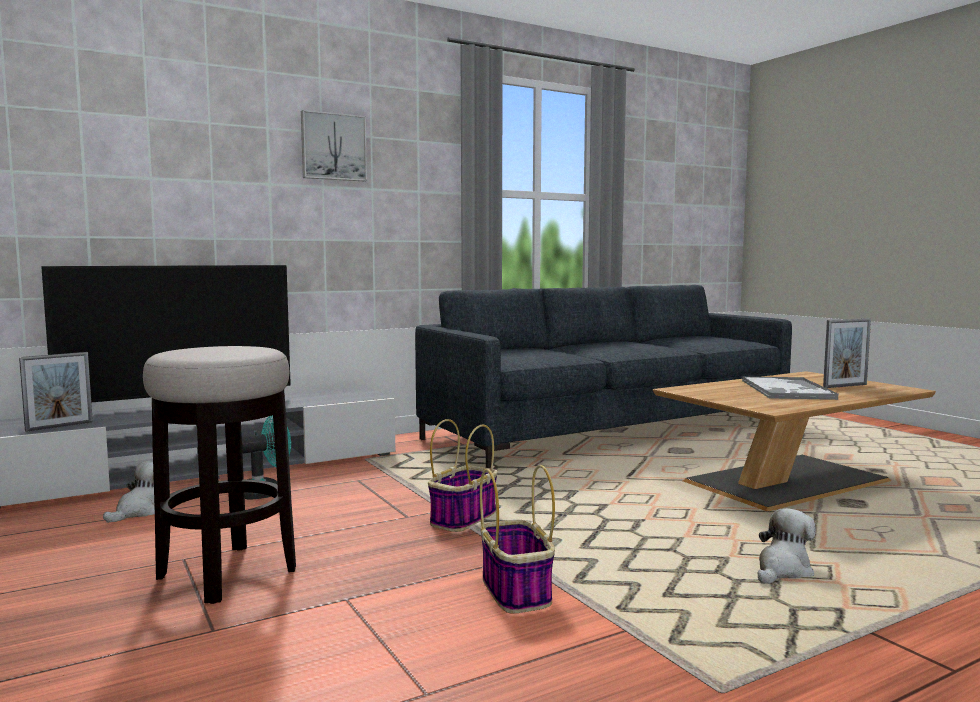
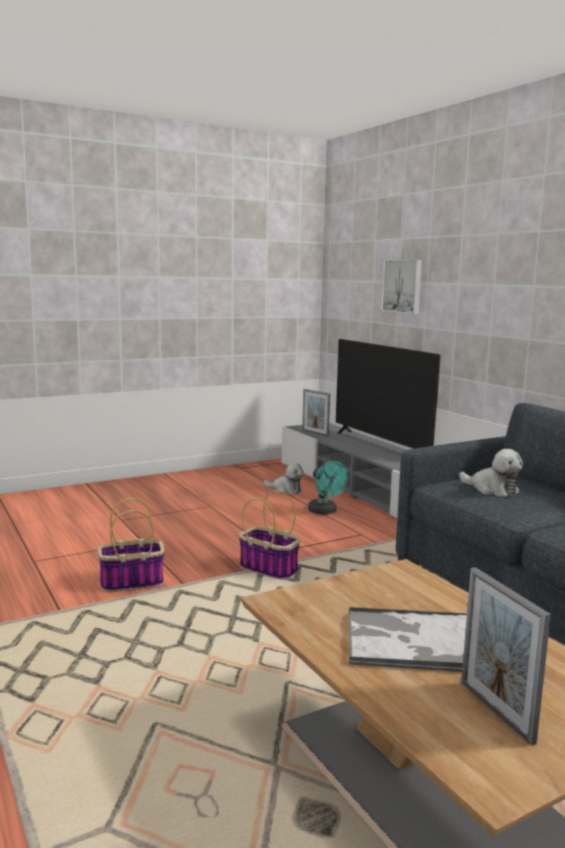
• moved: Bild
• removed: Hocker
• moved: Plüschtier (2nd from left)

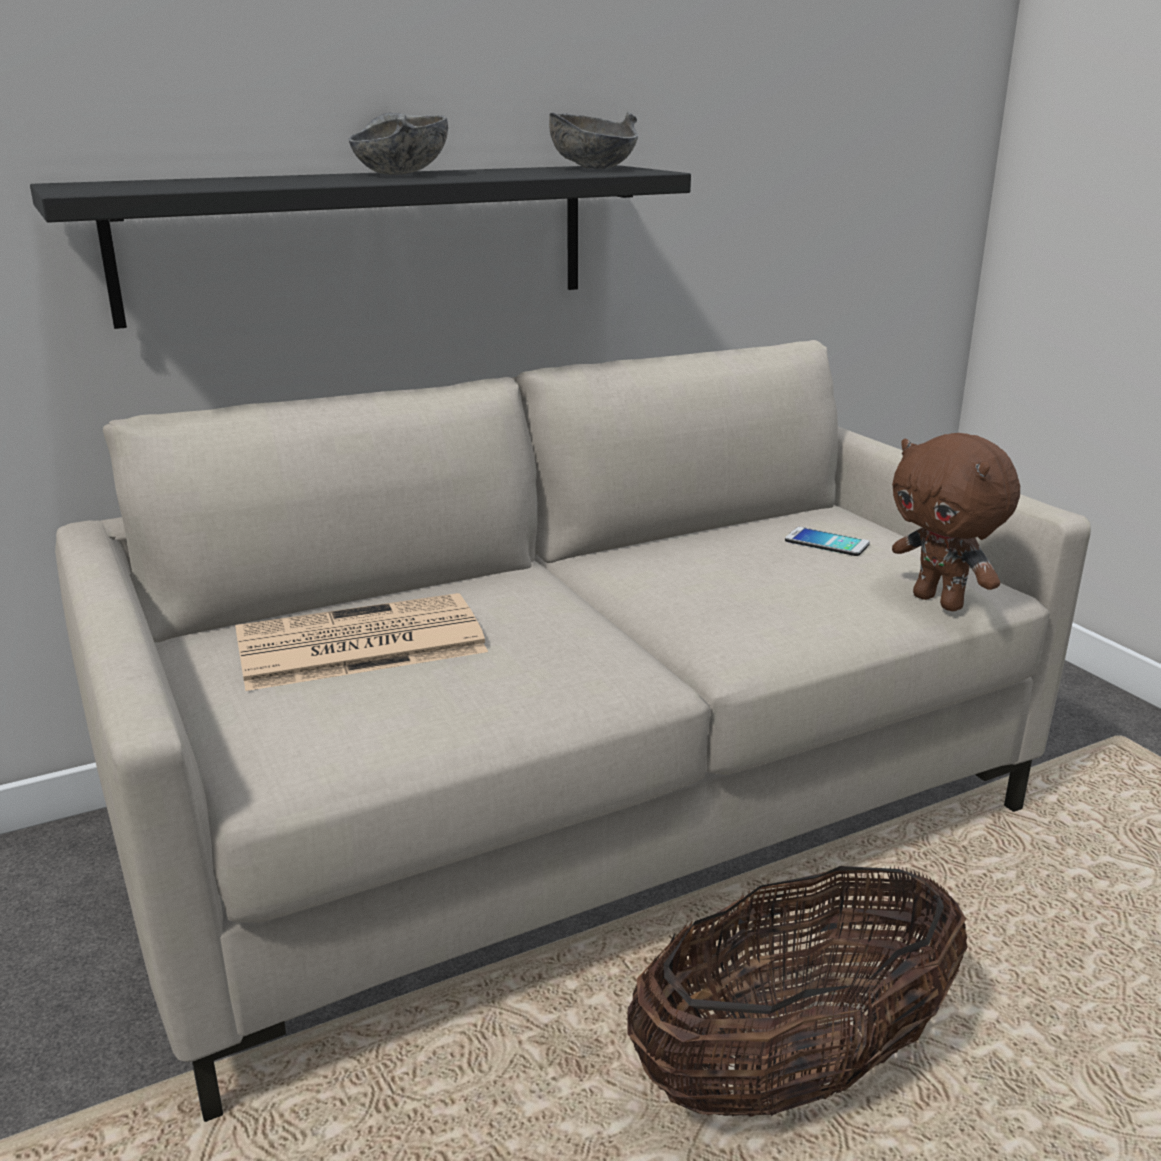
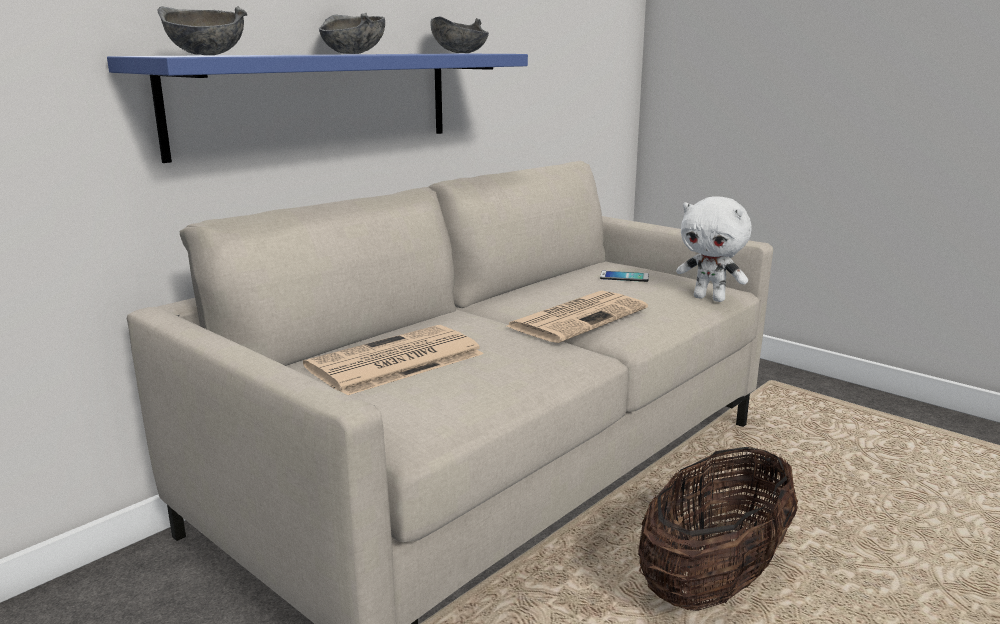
• recoloured: Wandregal [schwarz] to Wandregal [blau]
• recoloured: Plüschtier [braun] to Plüschtier [weiß]
• added: Schüssel [grau] (1st from left)
• added: Zeitung (2nd from left)

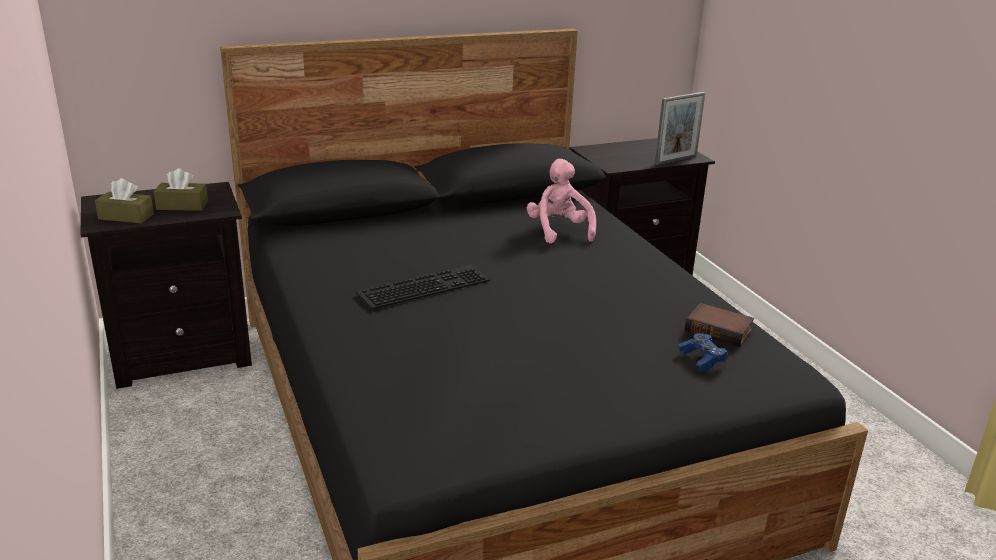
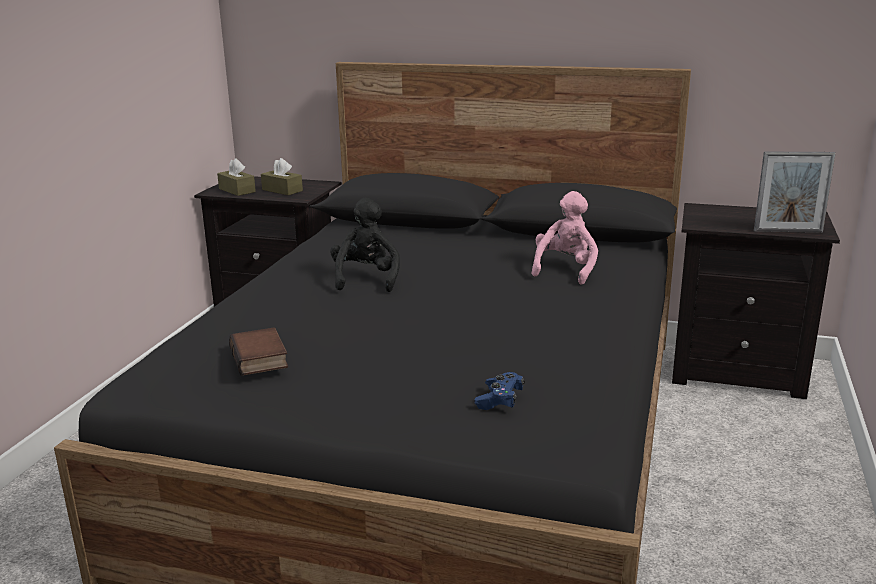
• replaced: Tastatur to Plüschtier [schwarz]
• moved: Buch

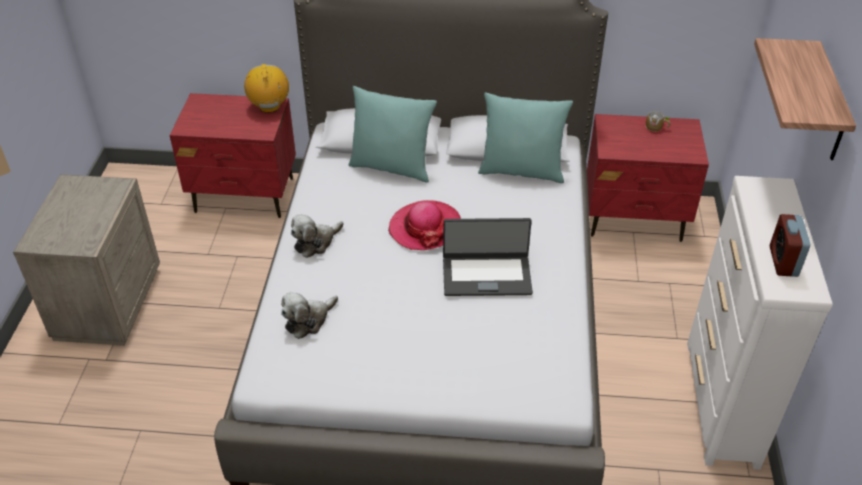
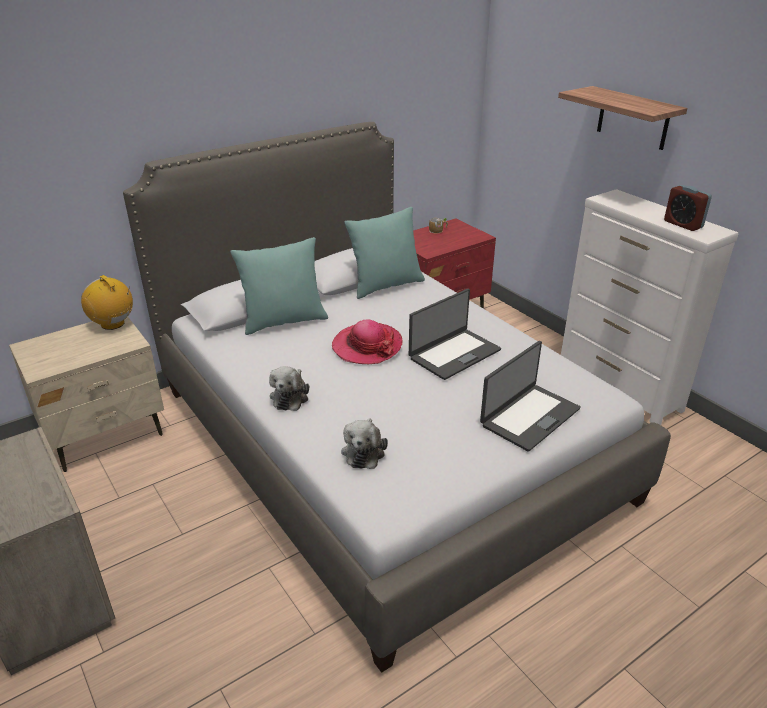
• recoloured: Nachttisch [rot] (1st from left) to Nachttisch [beige] (2nd from left)
• added: Laptop (2nd from left)

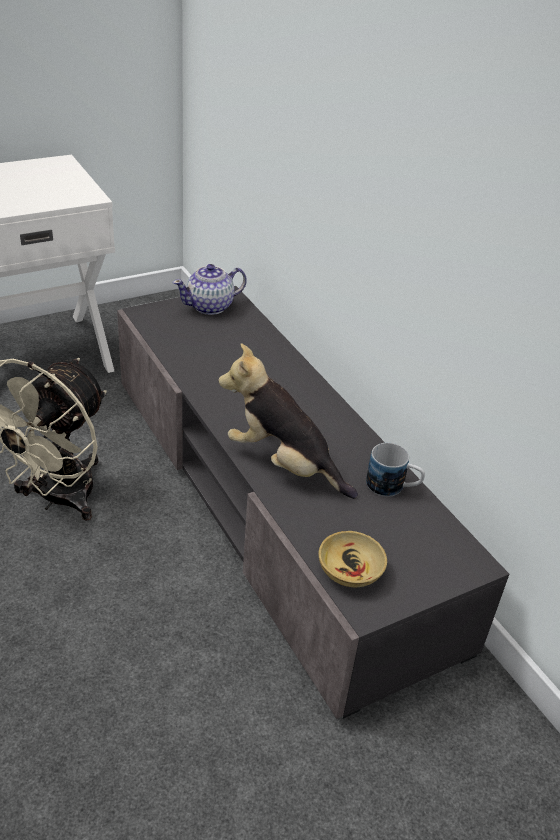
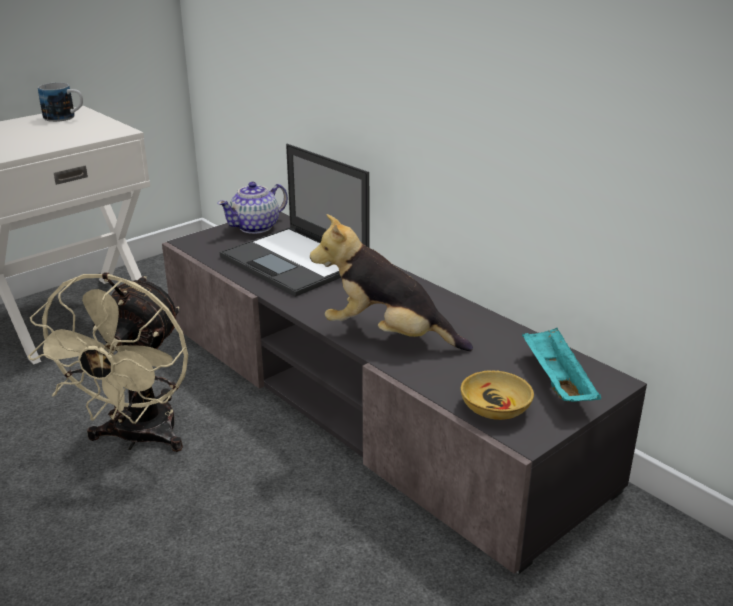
• moved: Henkelbecher
• added: Laptop
• added: Tablett [türkis]

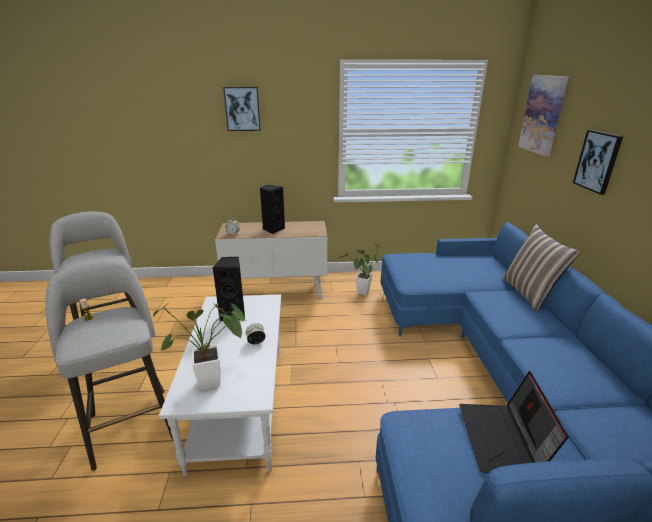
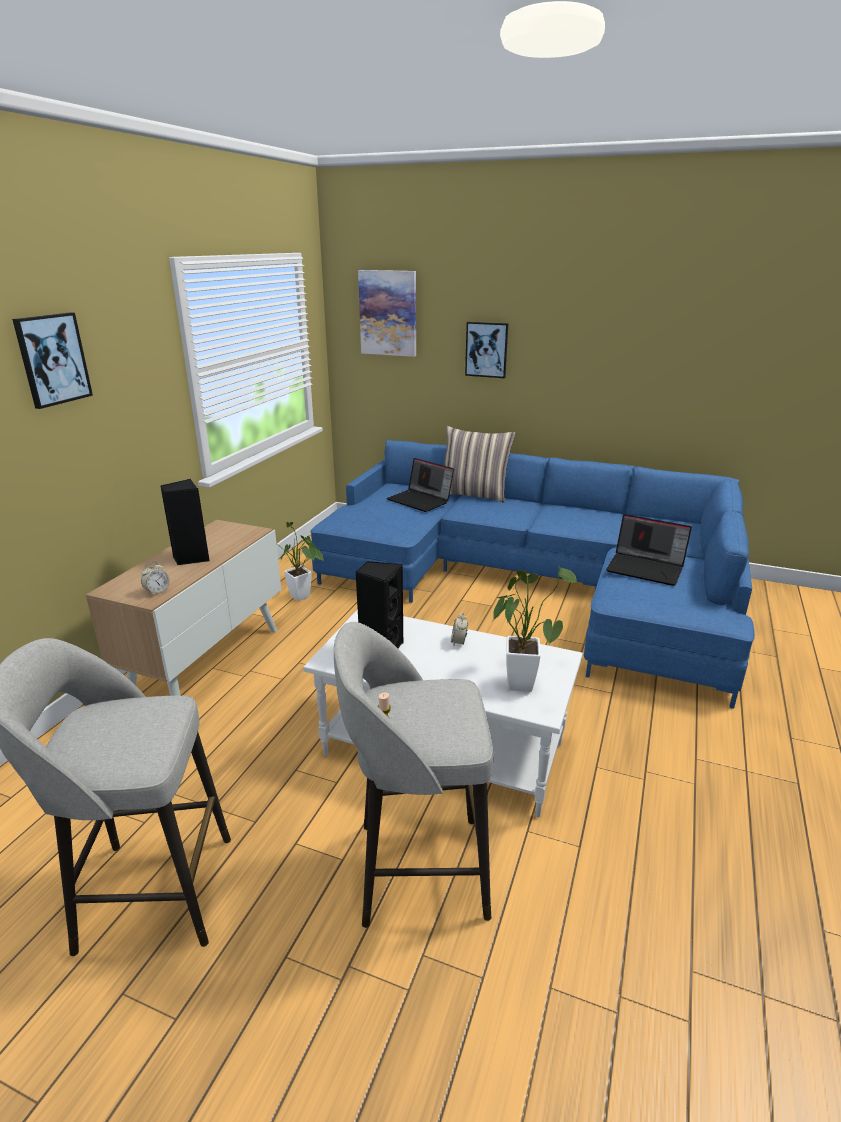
• added: Laptop (1st from left)

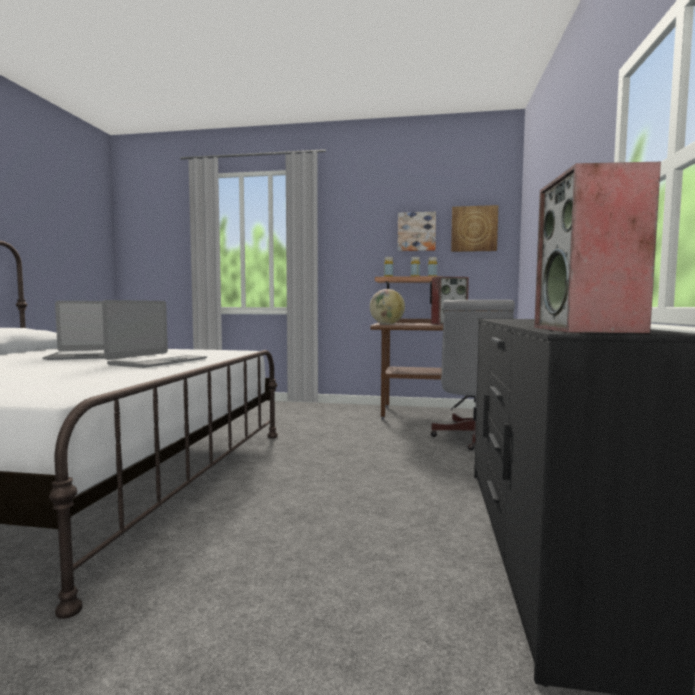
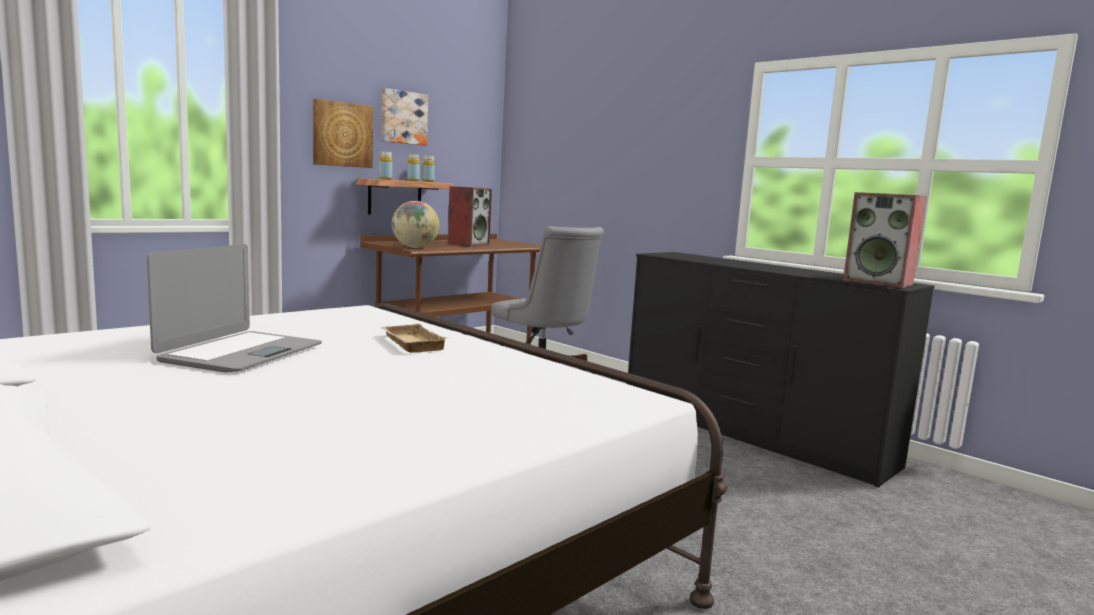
• moved: Bild (2nd from left in the first image) to Bild (1st from left)
• replaced: Laptop (2nd from left) to Tablett [beige]

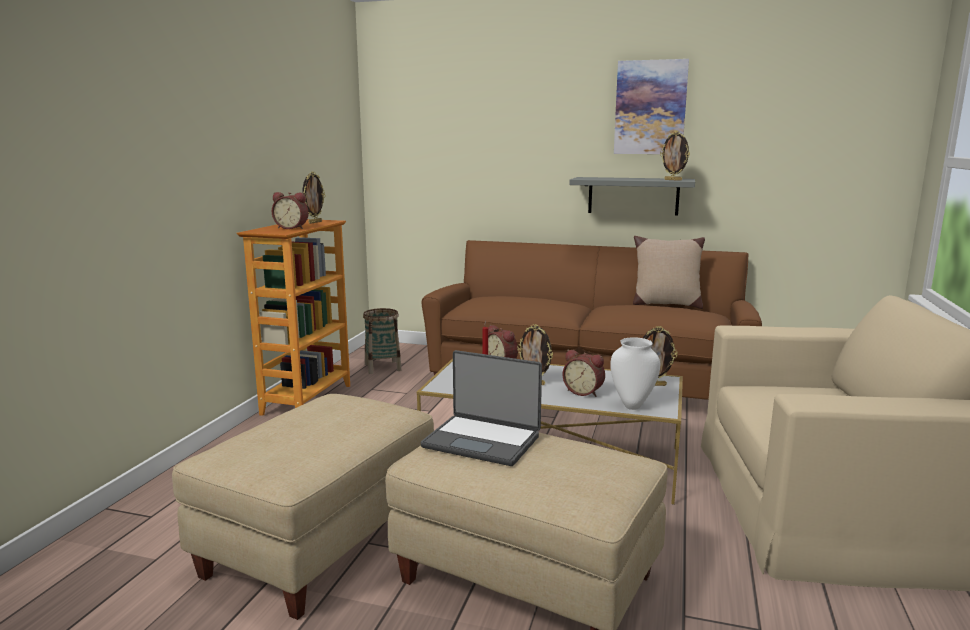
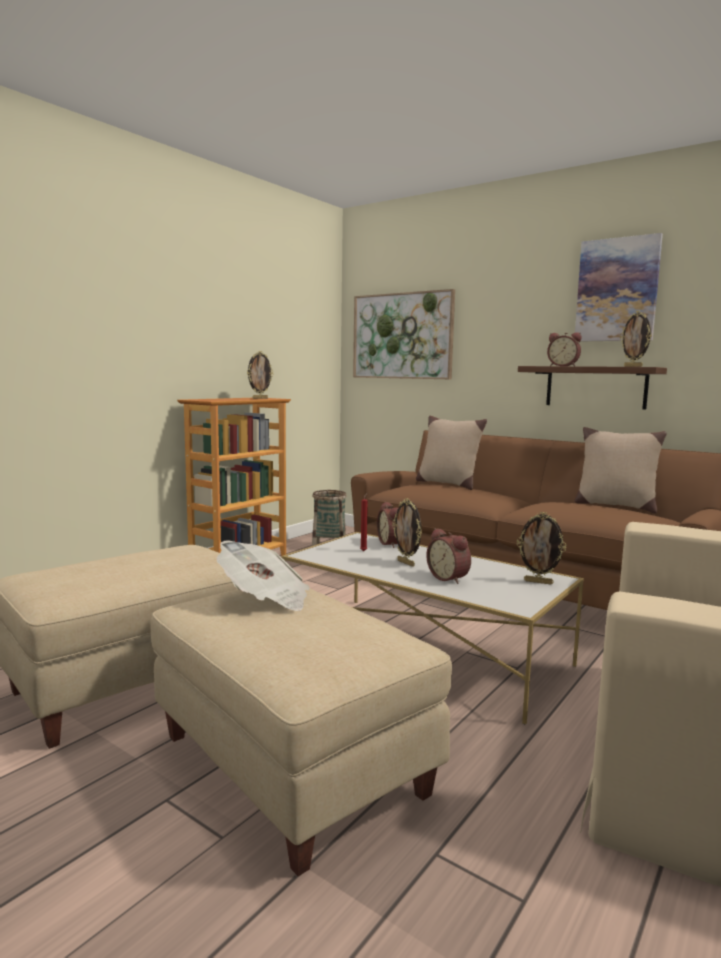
• recoloured: Wandregal [grau] to Wandregal [braun]
• moved: Wecker (1st from left in the first image) to Wecker (3rd from left)
• removed: Vase [weiß]
• replaced: Laptop to Zeitung
• added: Bild (1st from left)
• added: Kissen [beige] (1st from left)

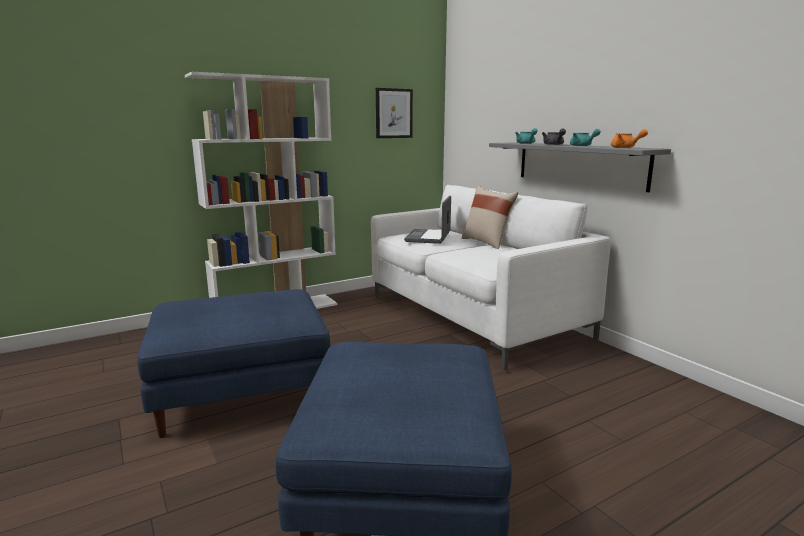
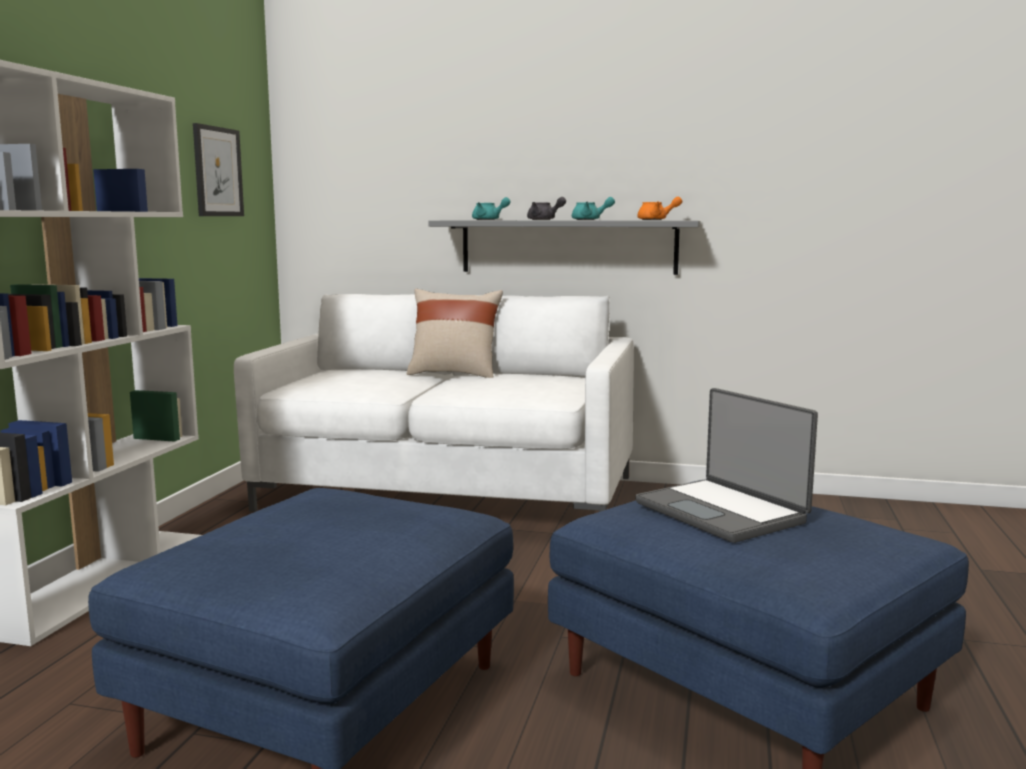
• moved: Laptop

